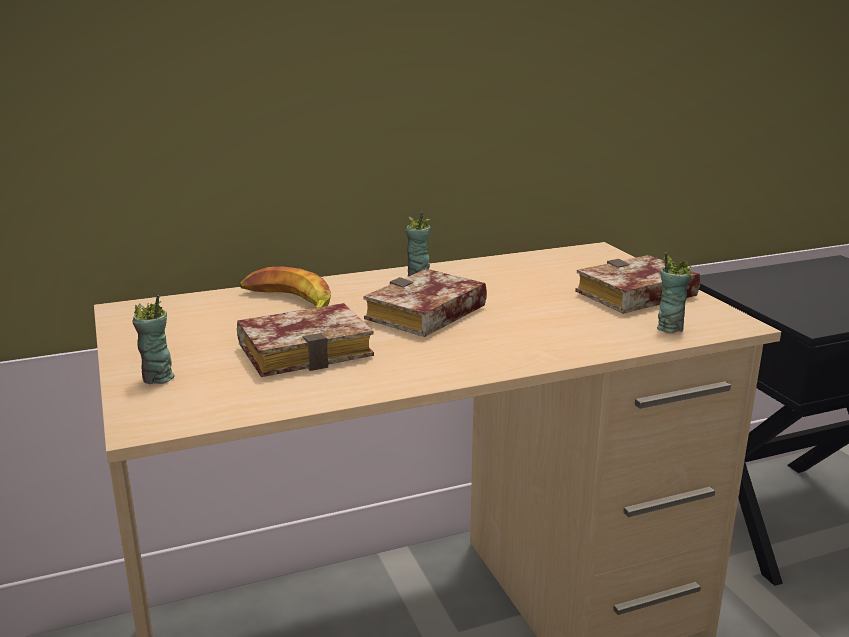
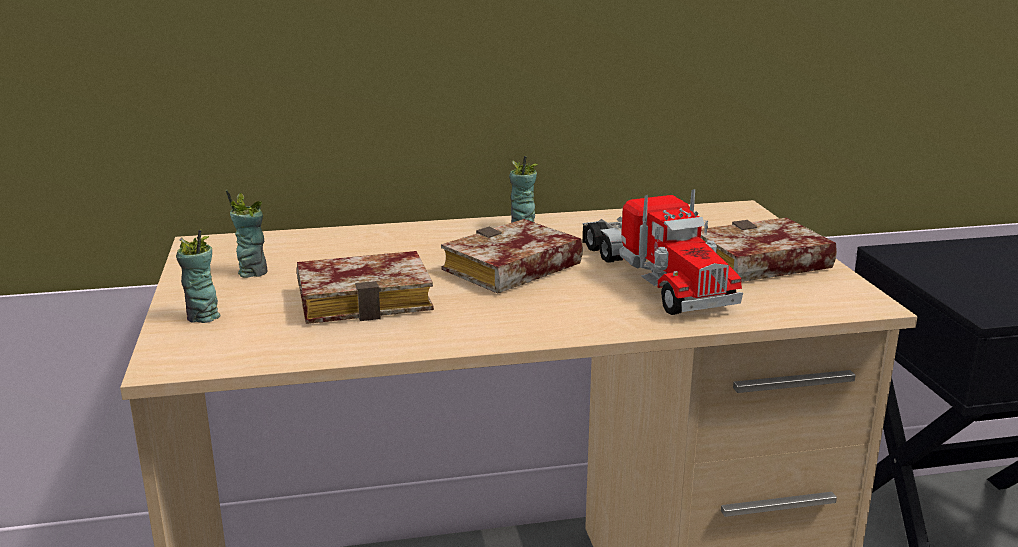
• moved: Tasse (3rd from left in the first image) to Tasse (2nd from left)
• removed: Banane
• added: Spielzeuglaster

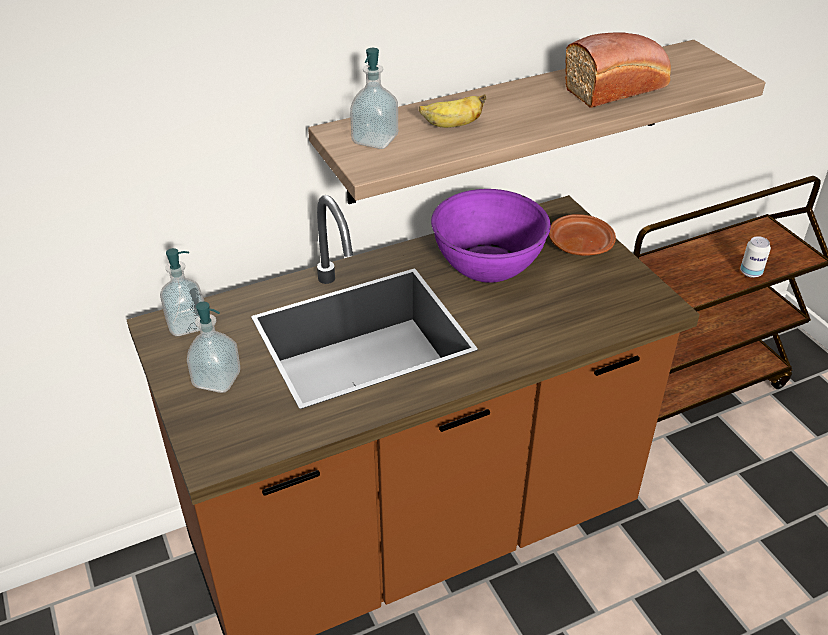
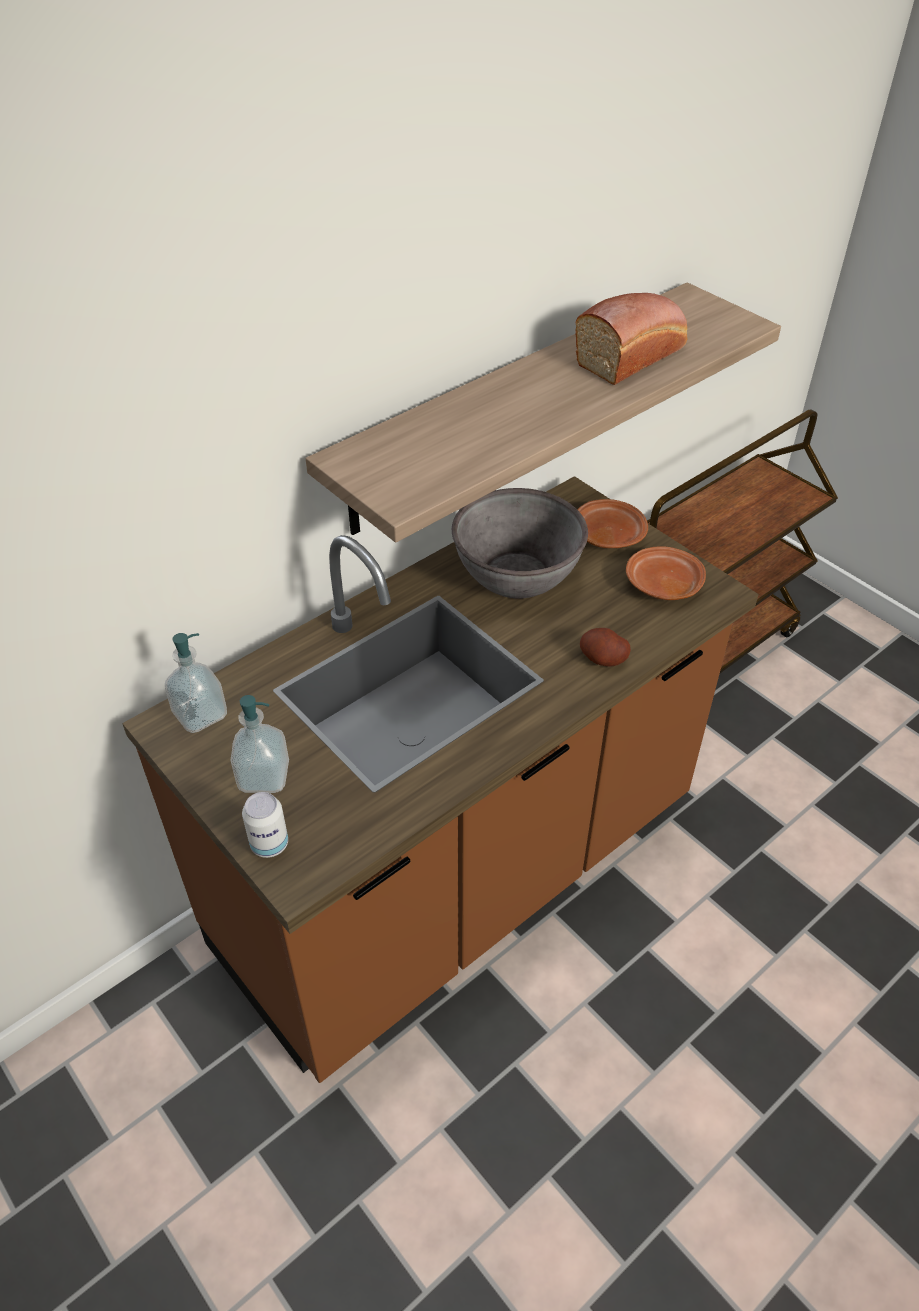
• removed: Seifenspender (3rd from left)
• removed: Banane
• recoloured: Schüssel [lila] to Schüssel [grau]
• moved: Dose
• added: Teller [braun] (2nd from left)
• added: Kartoffel

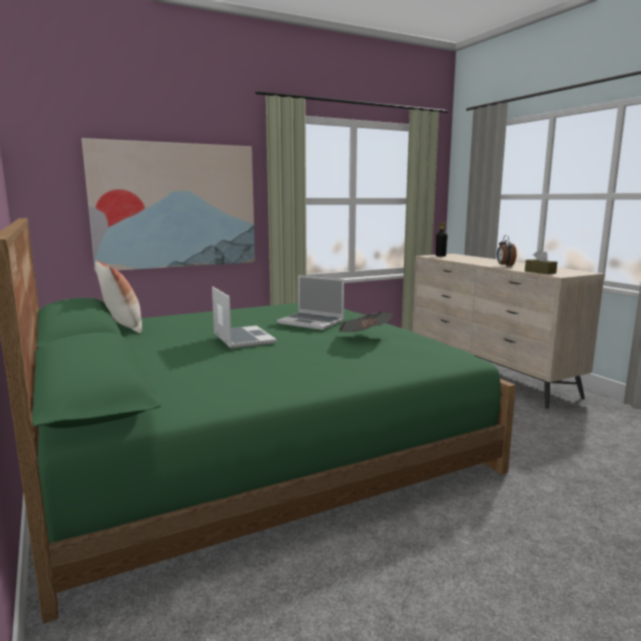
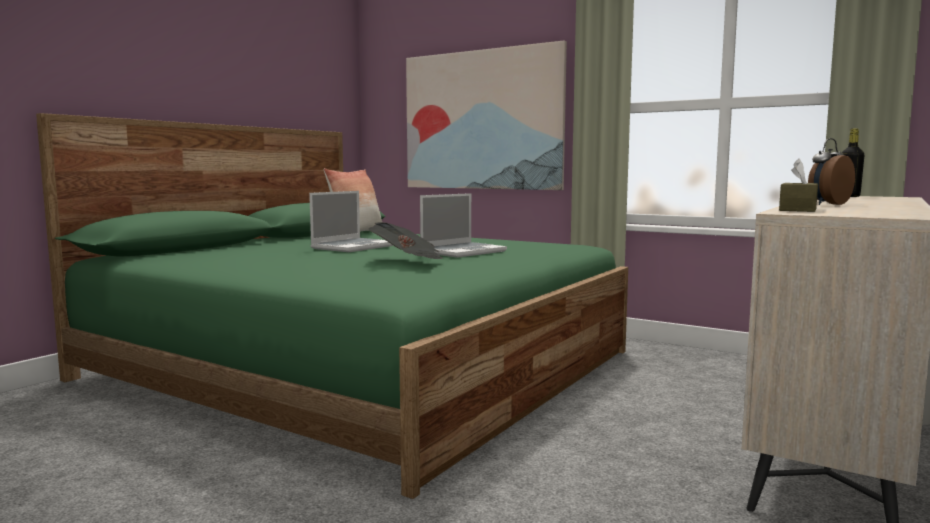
• turned: Laptop (2nd from left) 135 degrees counterclockwise

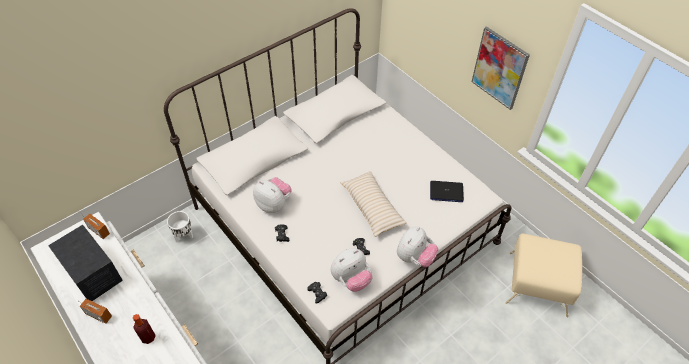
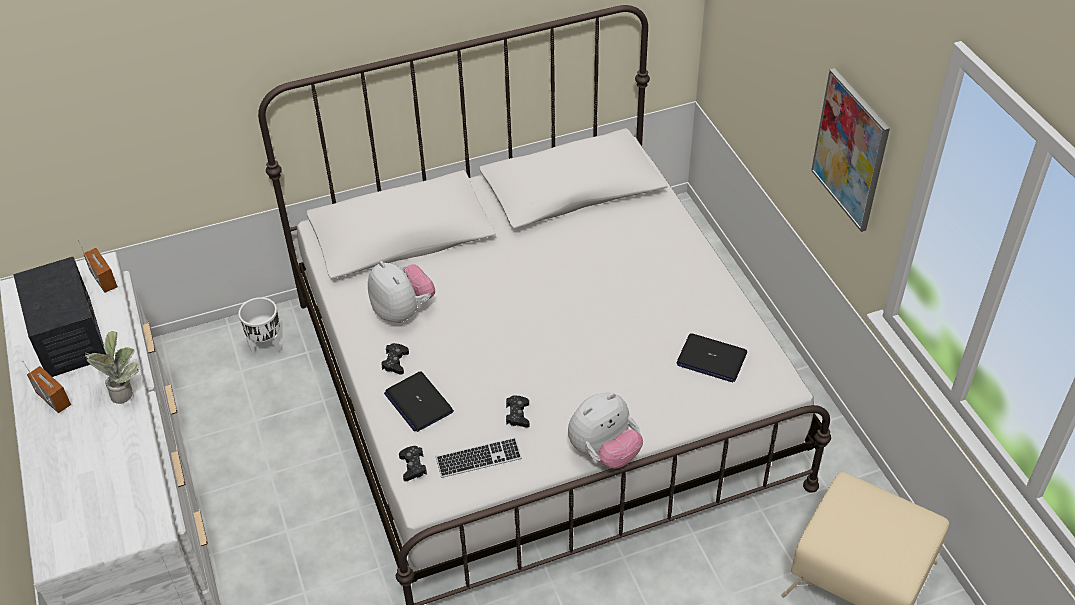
• removed: Kissen [beige]
• replaced: Plüschtier (2nd from left) to Tastatur
• removed: Flasche
• added: Topfpflanze
• added: Laptop (1st from left)

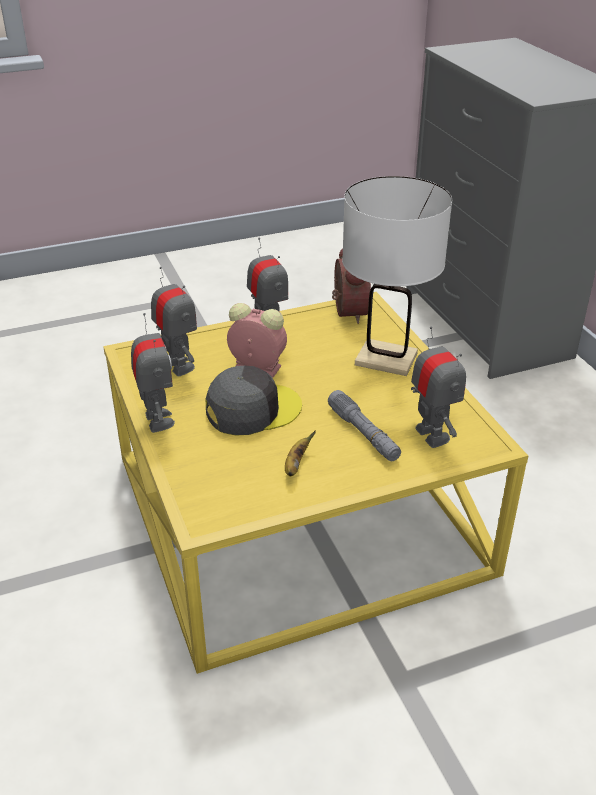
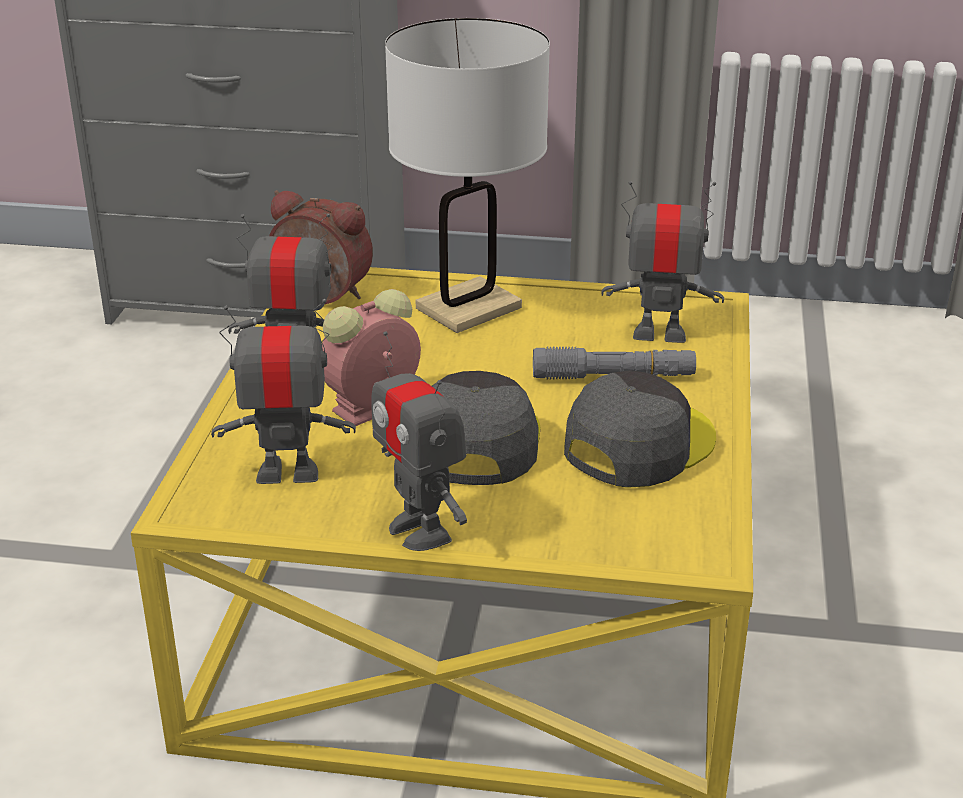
• turned: Spielzeugroboter (1st from left in the first image) 135 degrees counterclockwise
• replaced: Banane to Kappe [grau] (2nd from left)

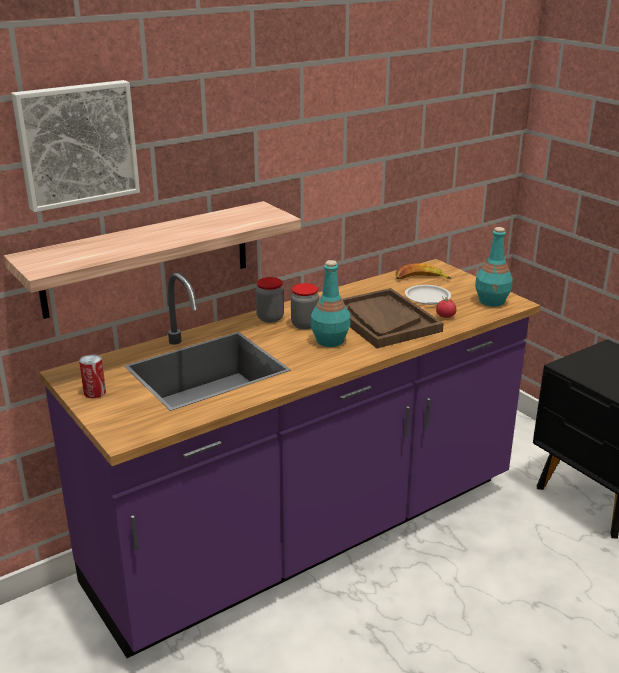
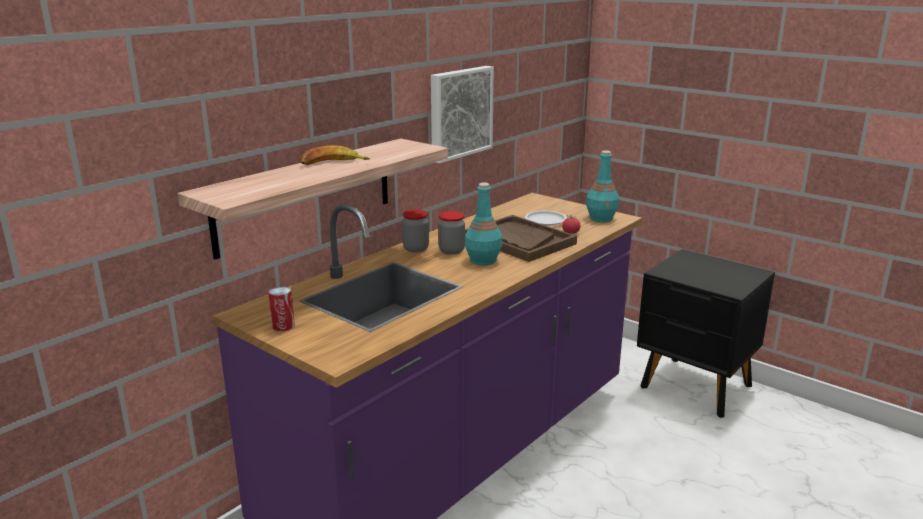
• moved: Bild
• moved: Banane

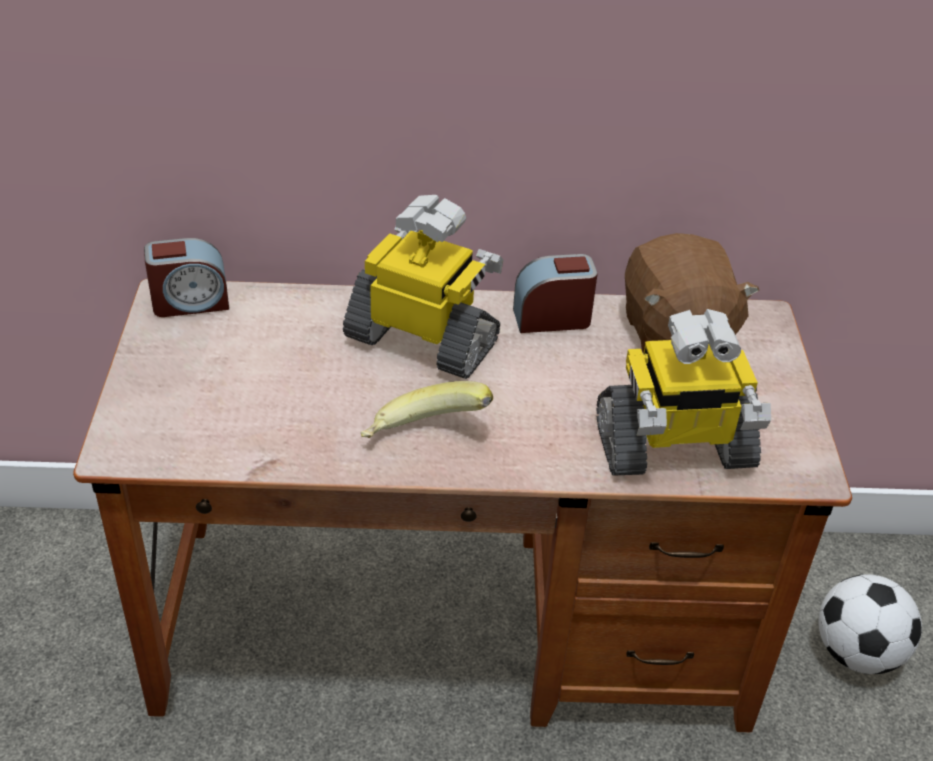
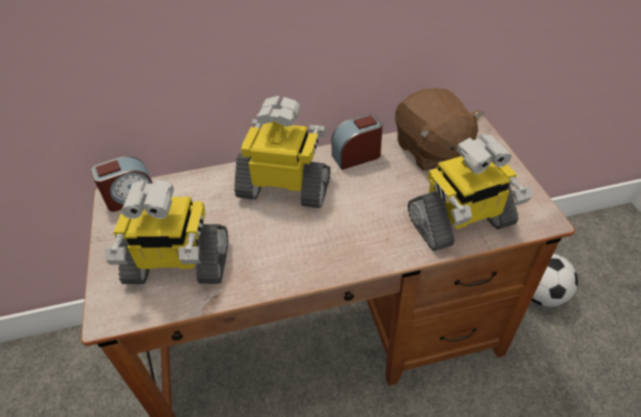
• removed: Banane
• added: Spielzeugroboter (1st from left)

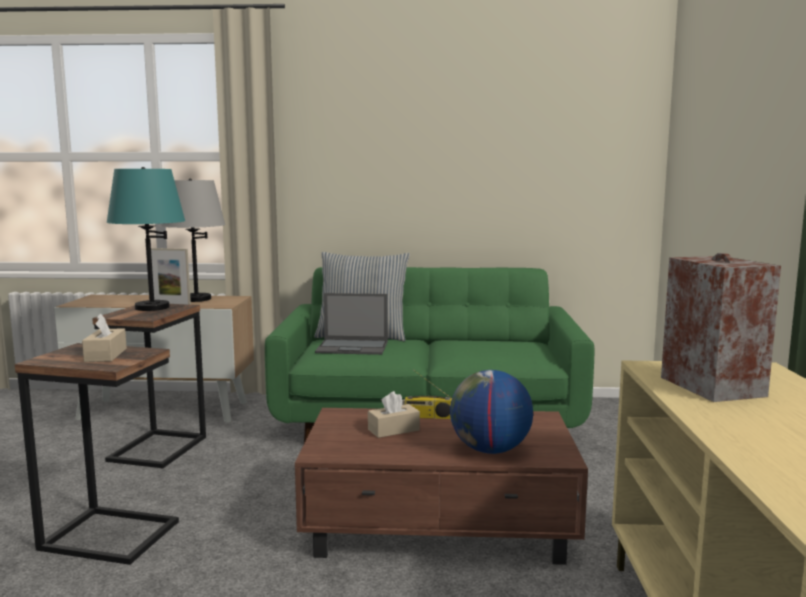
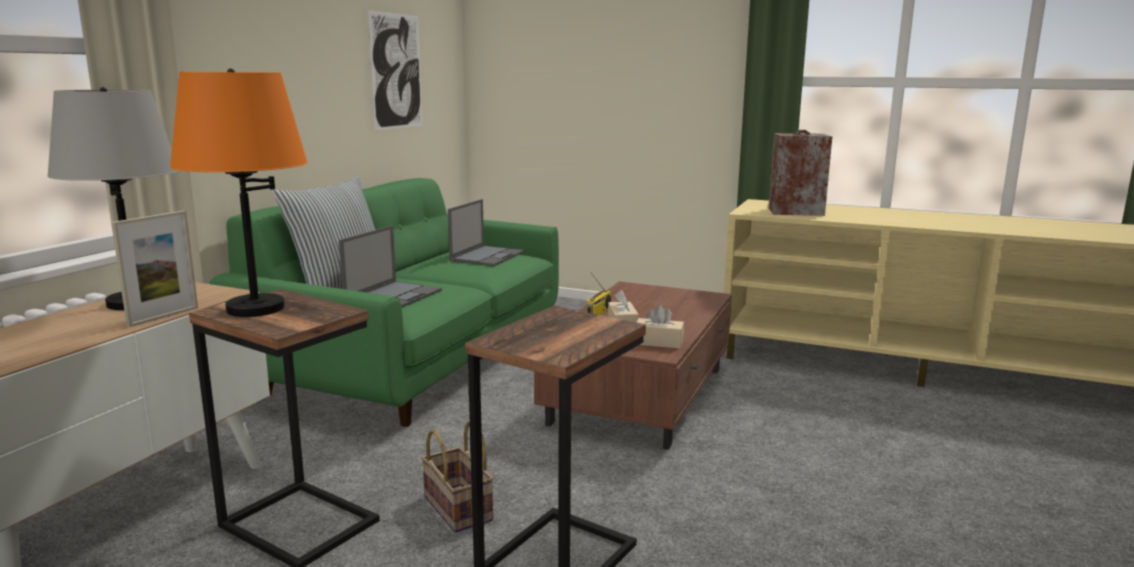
• recoloured: Tischlampe [türkis] to Tischlampe [orange]
• moved: Taschentuchbox [beige] (1st from left in the first image) to Taschentuchbox [beige] (2nd from left)
• removed: Globus
• added: Bild
• added: Laptop (2nd from left)
• added: Korb

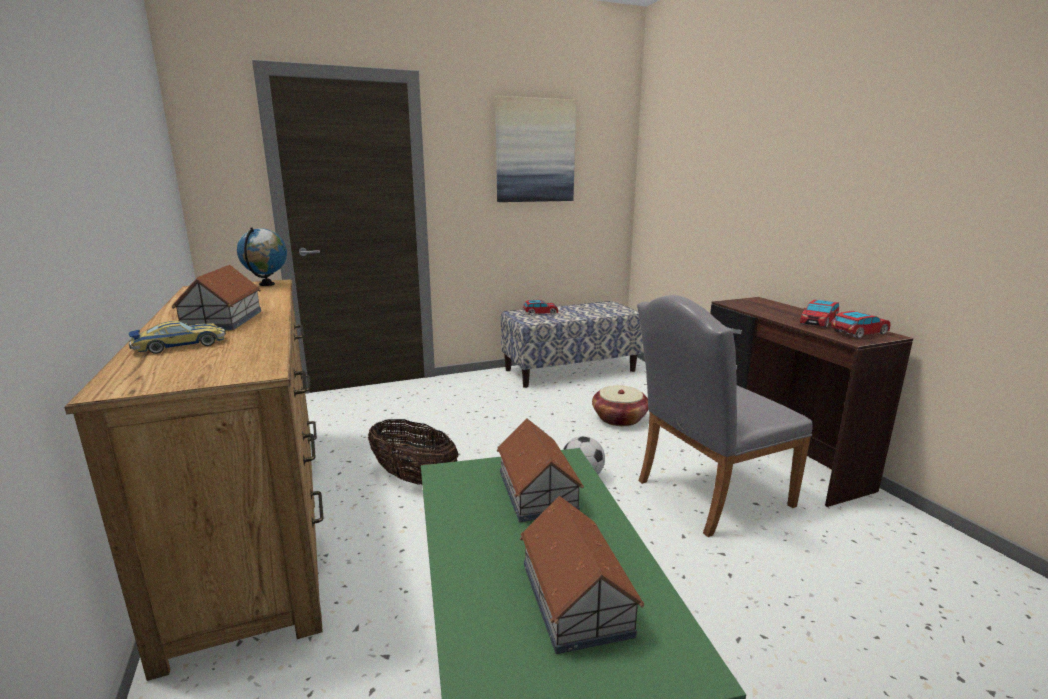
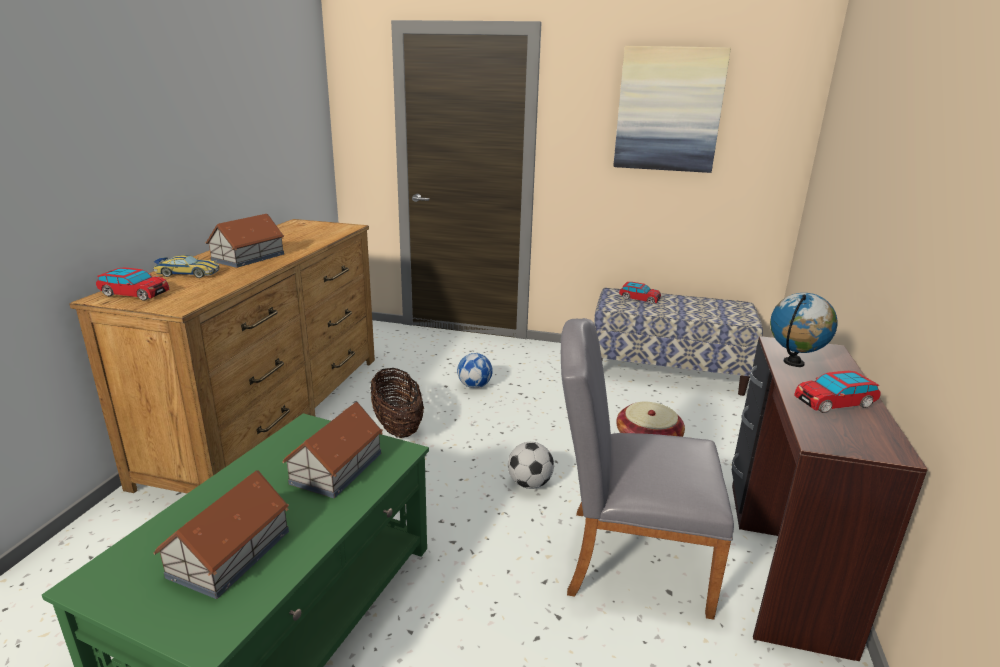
• moved: Globus
• moved: Spielzeugauto (4th from left in the first image) to Spielzeugauto (1st from left)
• added: Fußball (1st from left)

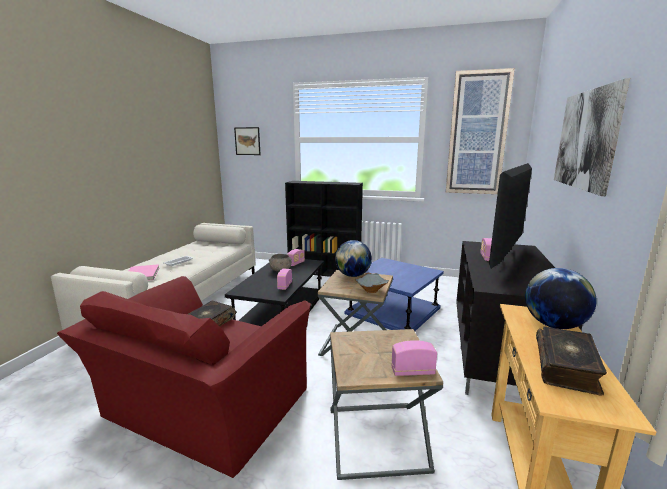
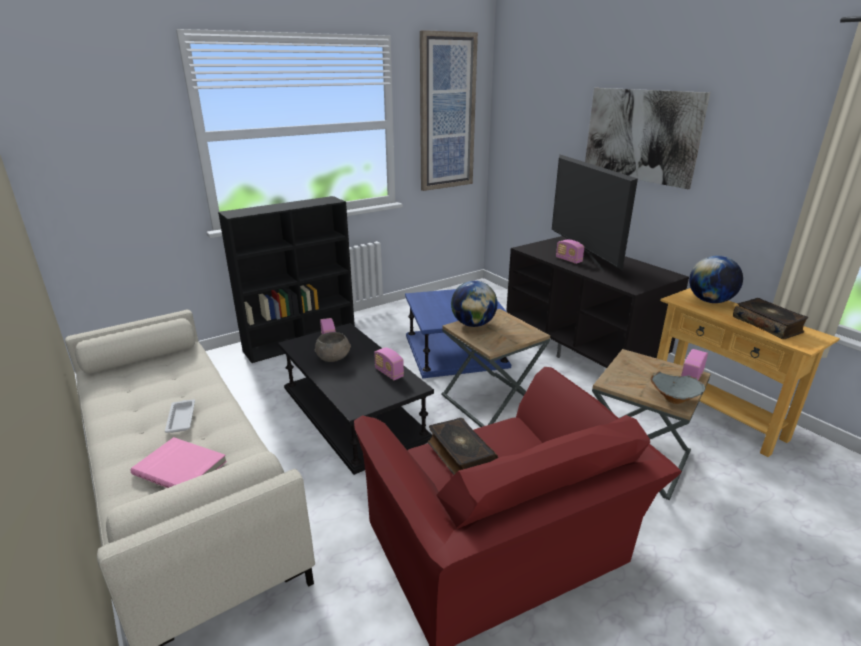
• removed: Bild (1st from left)
• moved: Schüssel [grau] (2nd from left)

